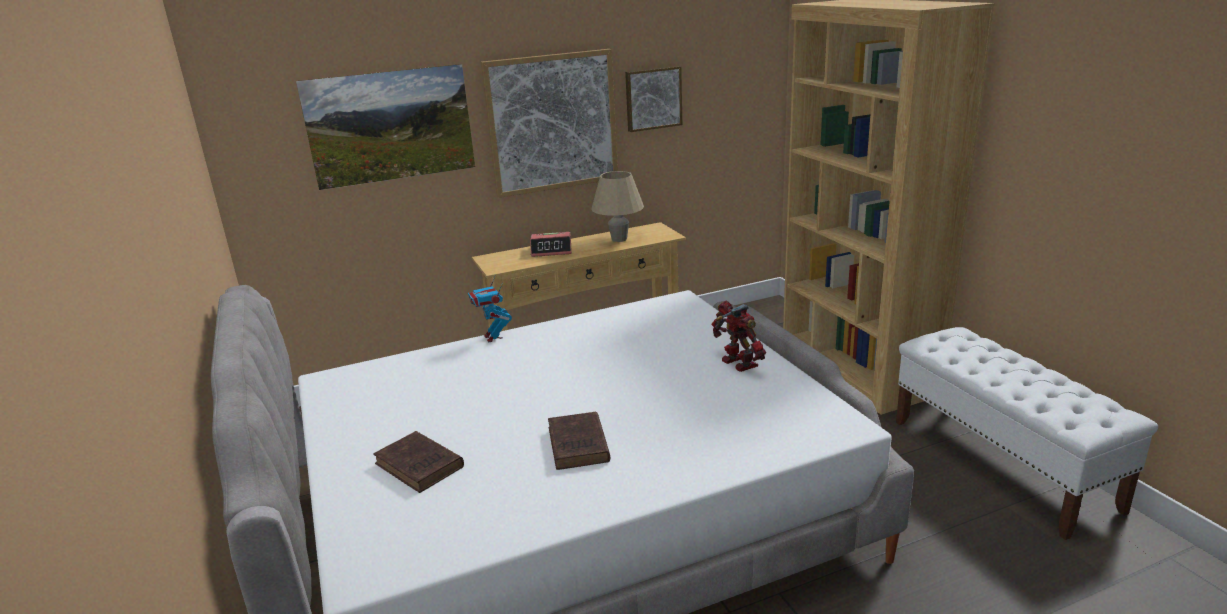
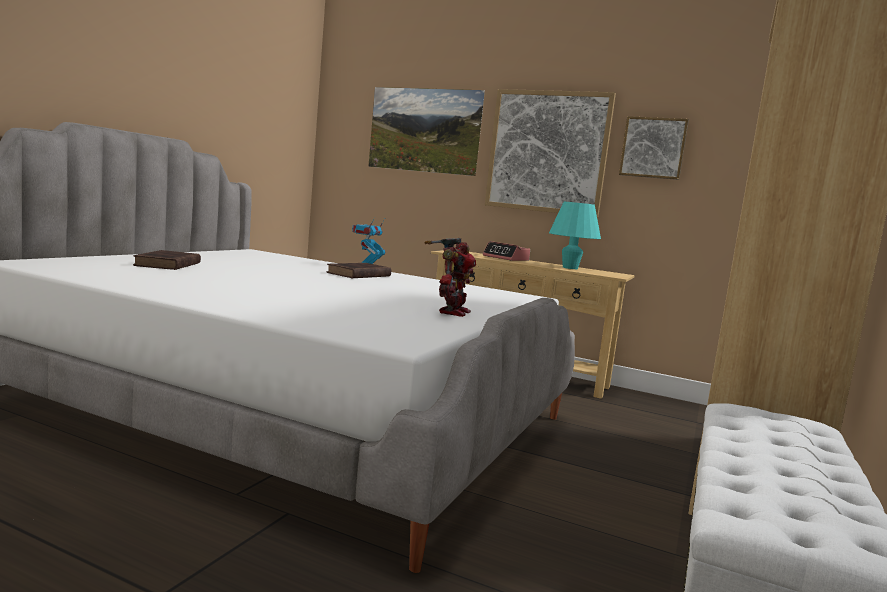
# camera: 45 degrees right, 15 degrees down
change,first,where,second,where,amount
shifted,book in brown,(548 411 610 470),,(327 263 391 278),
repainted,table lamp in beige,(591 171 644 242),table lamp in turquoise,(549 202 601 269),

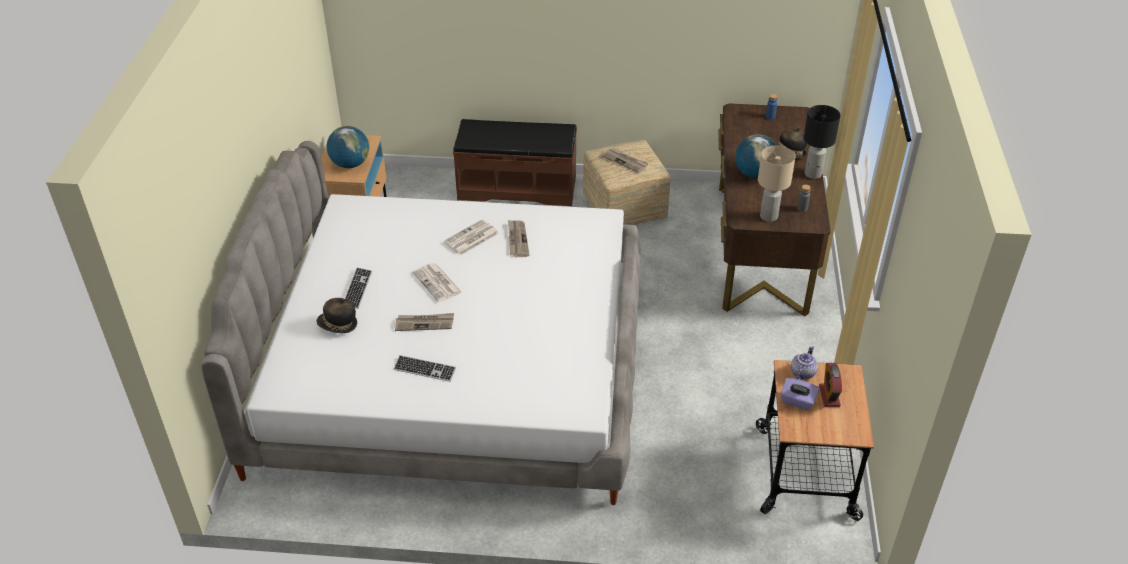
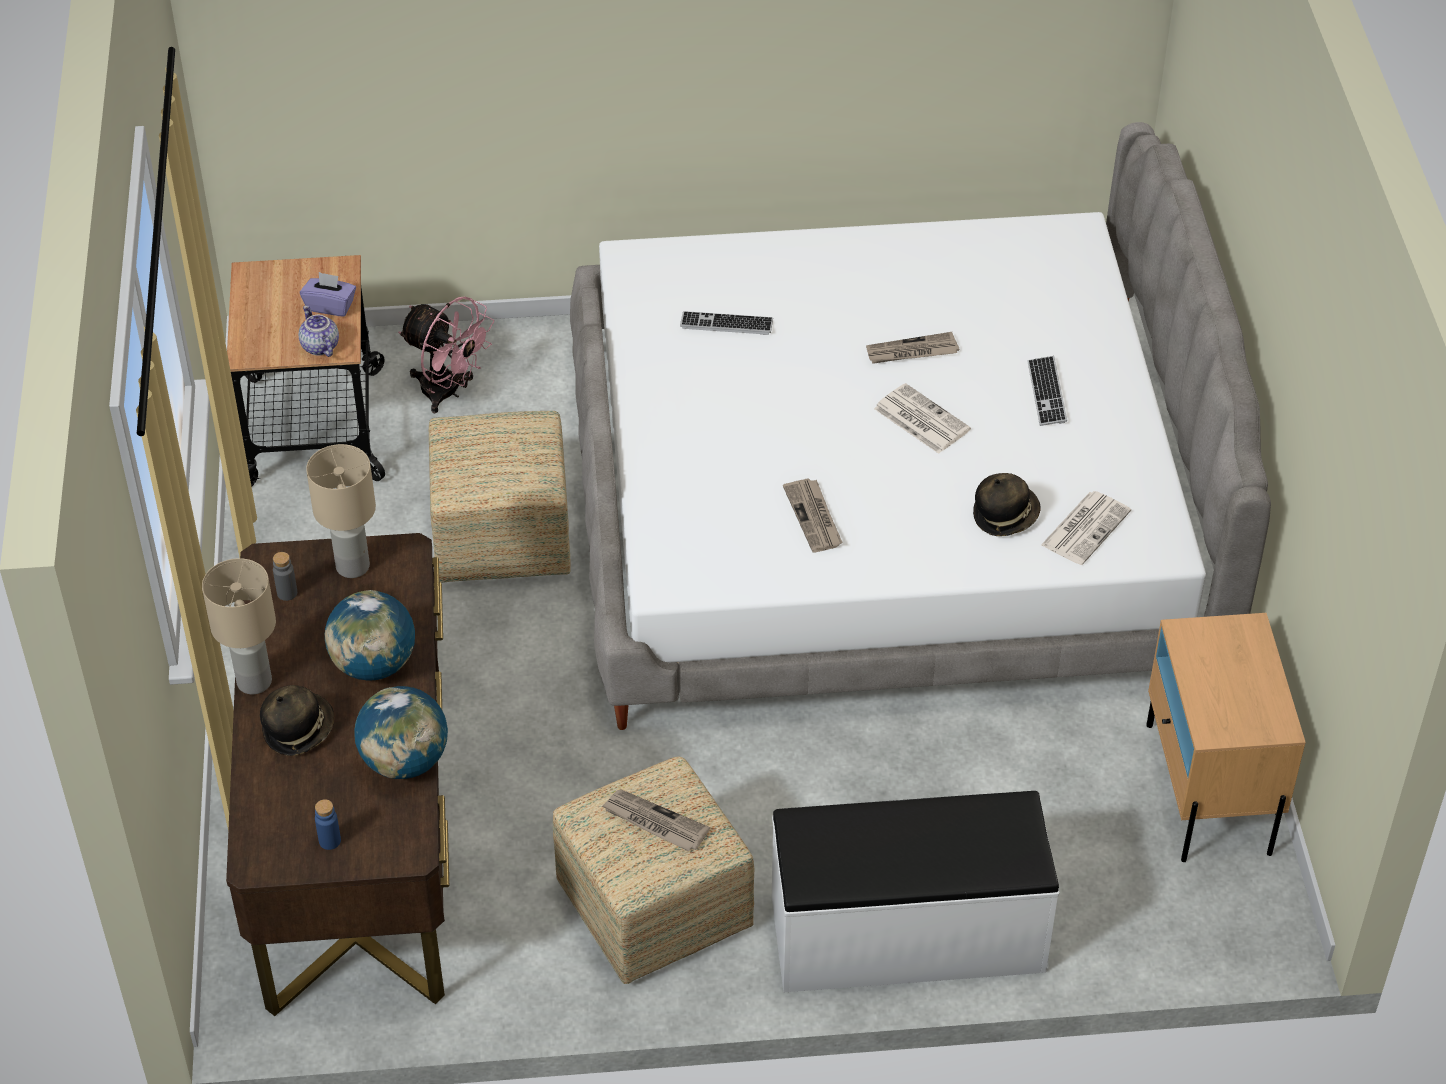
# camera: 170 degrees right, 5 degrees up
change,first,where,second,where,amount
gone,alarm clock,(819 363 842 407),,,
new,,,fan in pink,(398 297 494 413),
new,,,ottoman,(429 411 571 583),
shifted,hat,(317 298 357 333),,(973 473 1041 536),
shifted,globe,(327 126 369 168),,(354 686 448 779),
shifted,keyboard,(394 355 456 382),,(680 311 773 335),
shifted,newspaper,(444 219 499 256),,(1041 491 1131 565),
repainted,bench in brown,(453 119 577 206),bench in white,(772 791 1059 992),
repainted,table lamp in black,(804 105 841 179),table lamp in beige,(202 558 276 694),
rotated,teapot,(791 346 818 380),,(299 305 339 357),135 degrees clockwise

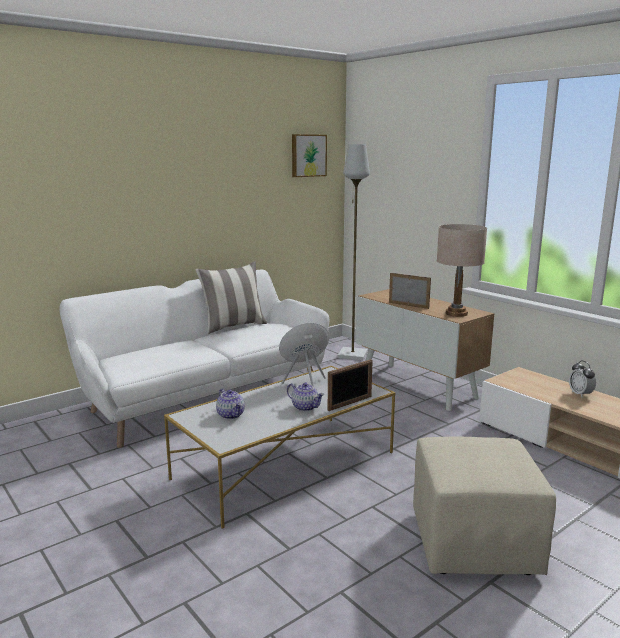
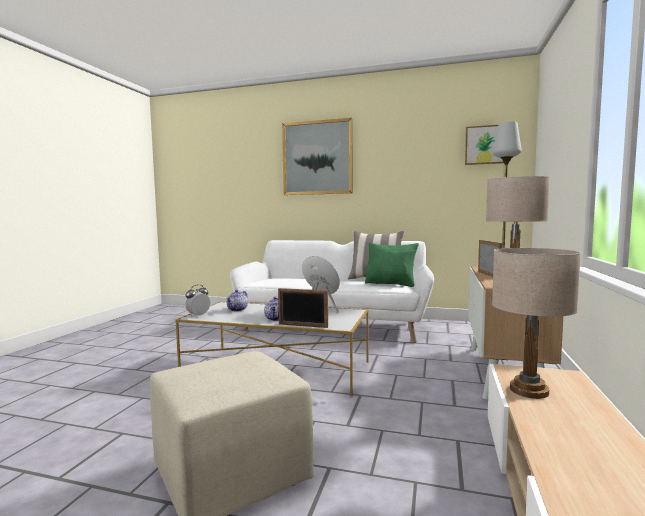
# camera: 55 degrees right, 10 degrees down
change,first,where,second,where,amount
new,,,picture,(282 118 353 195),
new,,,pillow in green,(365 242 419 287),
new,,,table lamp in beige,(492 248 581 399),
shifted,alarm clock,(569 361 596 397),,(185 284 210 317),

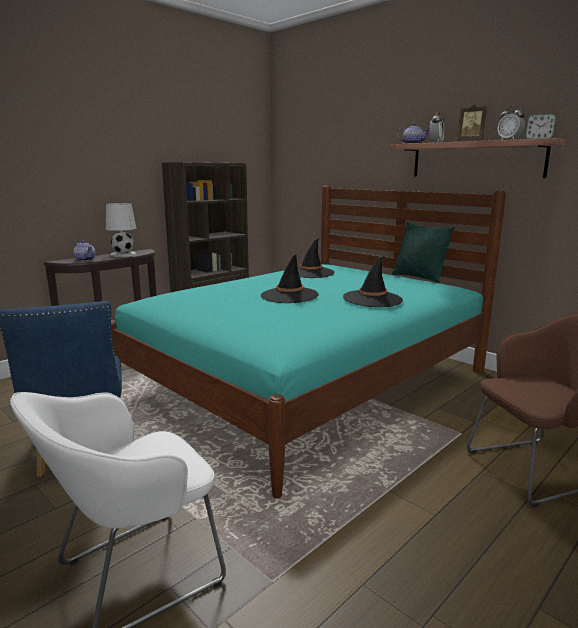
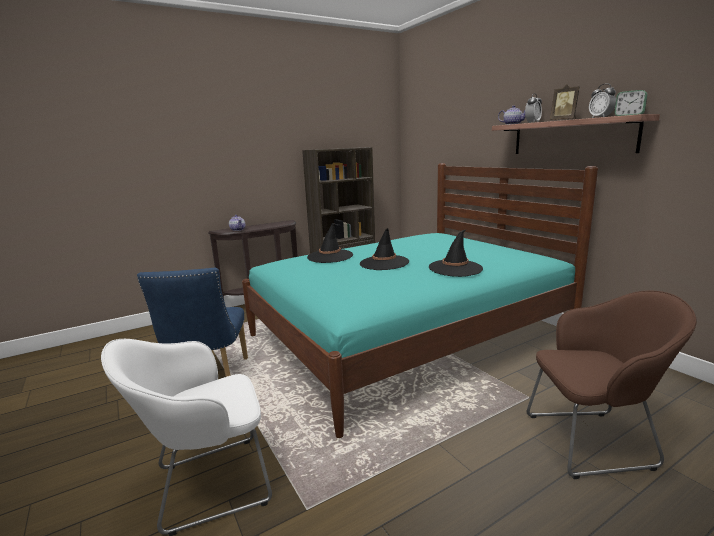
# camera: 15 degrees right, 0 degrees up
change,first,where,second,where,amount
gone,table lamp in white,(106 203 136 257),,,
gone,pillow in green,(392 222 455 283),,,
shifted,hat in black,(298 238 334 278),,(307 223 353 263),

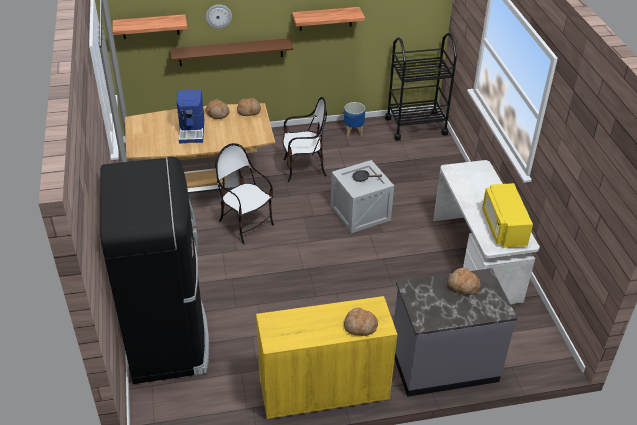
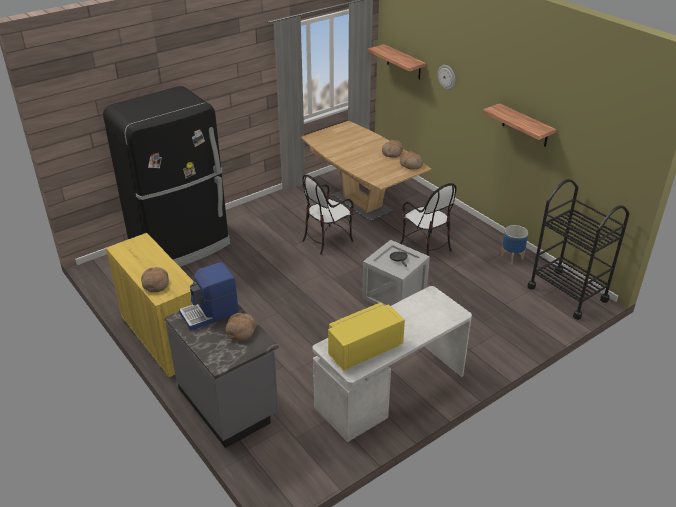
# camera: 65 degrees right, 5 degrees down
change,first,where,second,where,amount
gone,shelf in brown,(170 38 293 66),,,
shifted,coffee machine,(176 90 204 143),,(179 262 239 331),
rotated,chair,(215 143 274 244),,(302 174 354 254),150 degrees counterclockwise

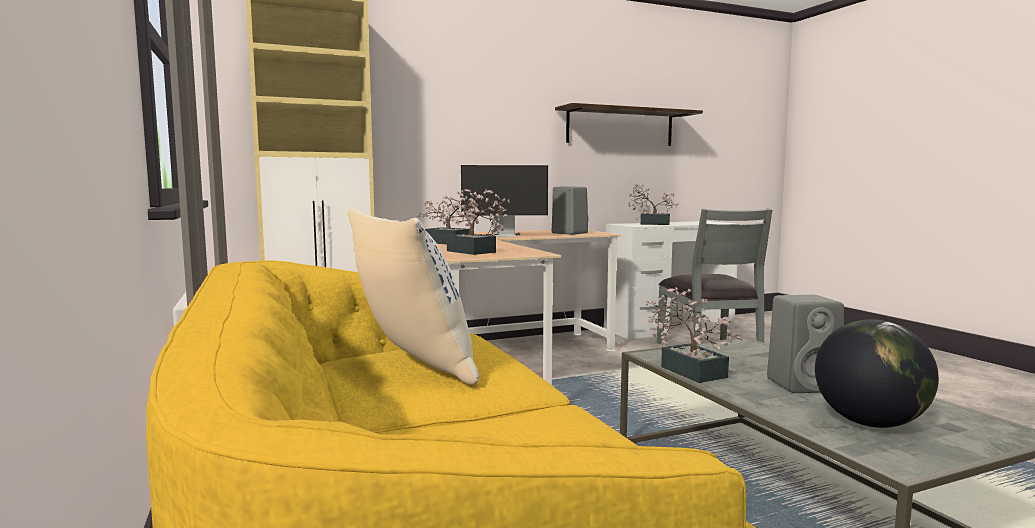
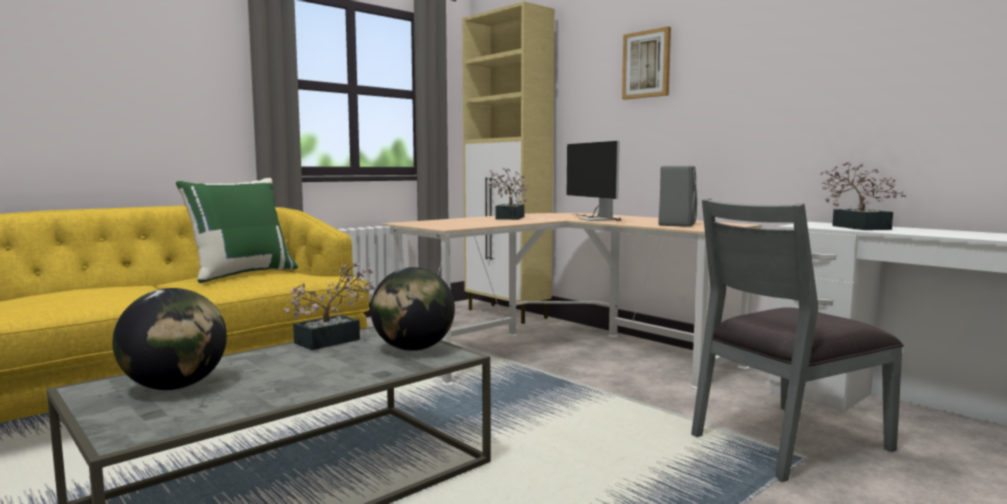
# camera: 70 degrees right, 0 degrees up
change,first,where,second,where,amount
gone,potted plant,(438 189 510 255),,,
gone,shelf,(555 103 703 146),,,
gone,speaker in grey,(767 295 844 393),,,
new,,,globe,(371 267 455 351),
new,,,picture,(622 26 671 100),
repainted,pillow in white,(348 208 479 385),pillow in green,(176 178 298 283),

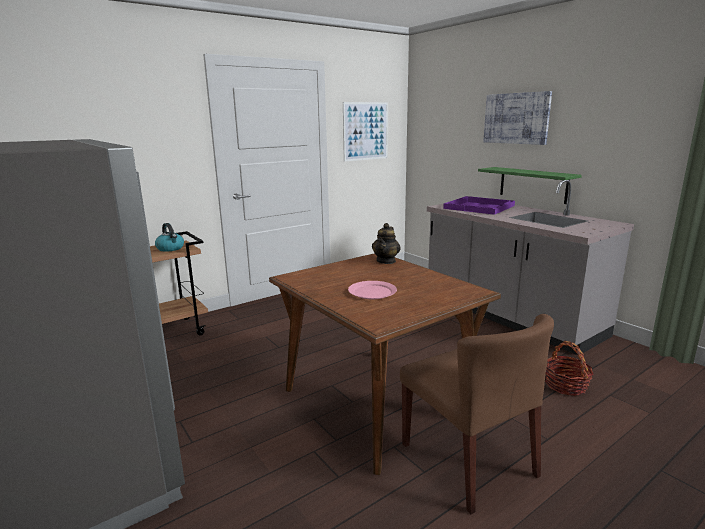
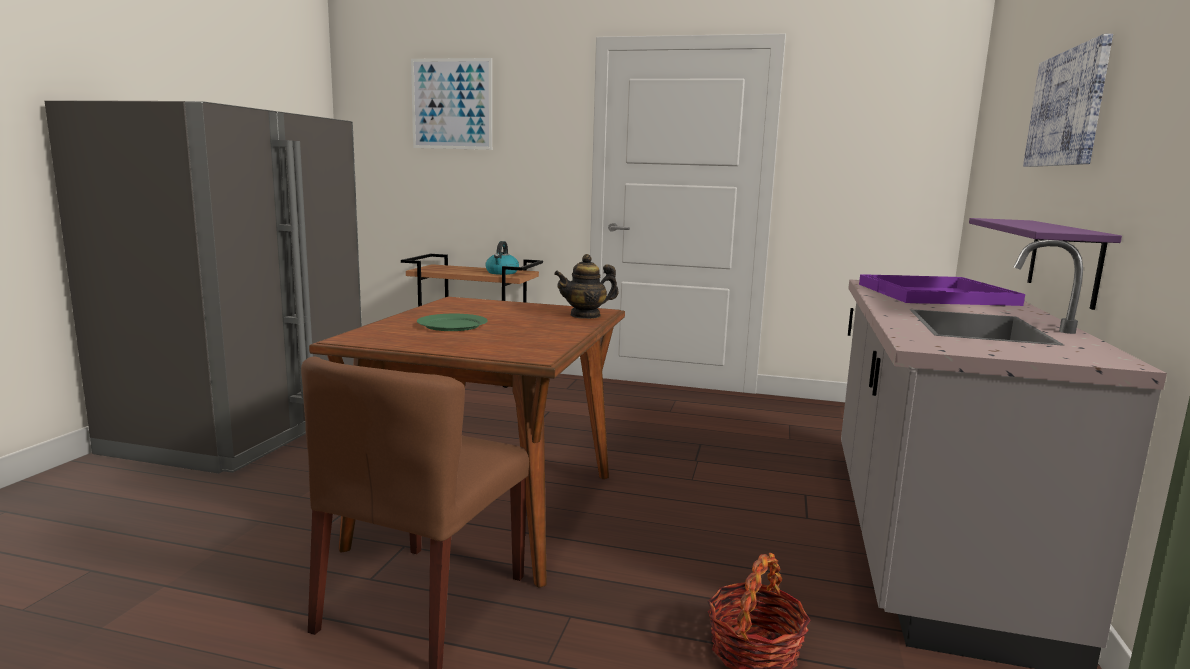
# camera: 50 degrees right, 5 degrees down
change,first,where,second,where,amount
shifted,picture,(343 102 388 162),,(411 58 492 150),
repainted,plate in pink,(348 281 397 299),plate in green,(417 314 487 331),
repainted,shelf in green,(478 167 582 204),shelf in purple,(969 218 1122 310),

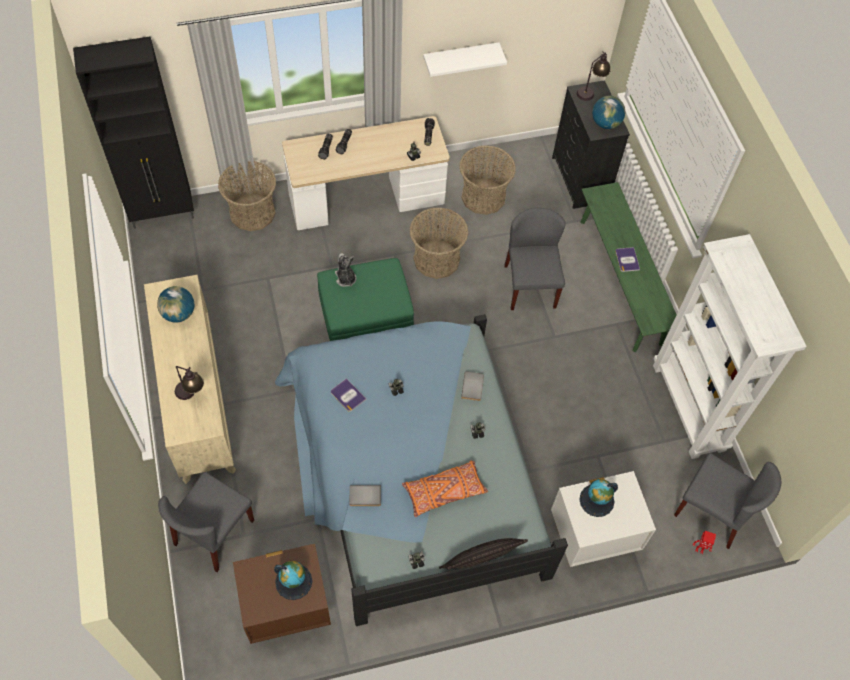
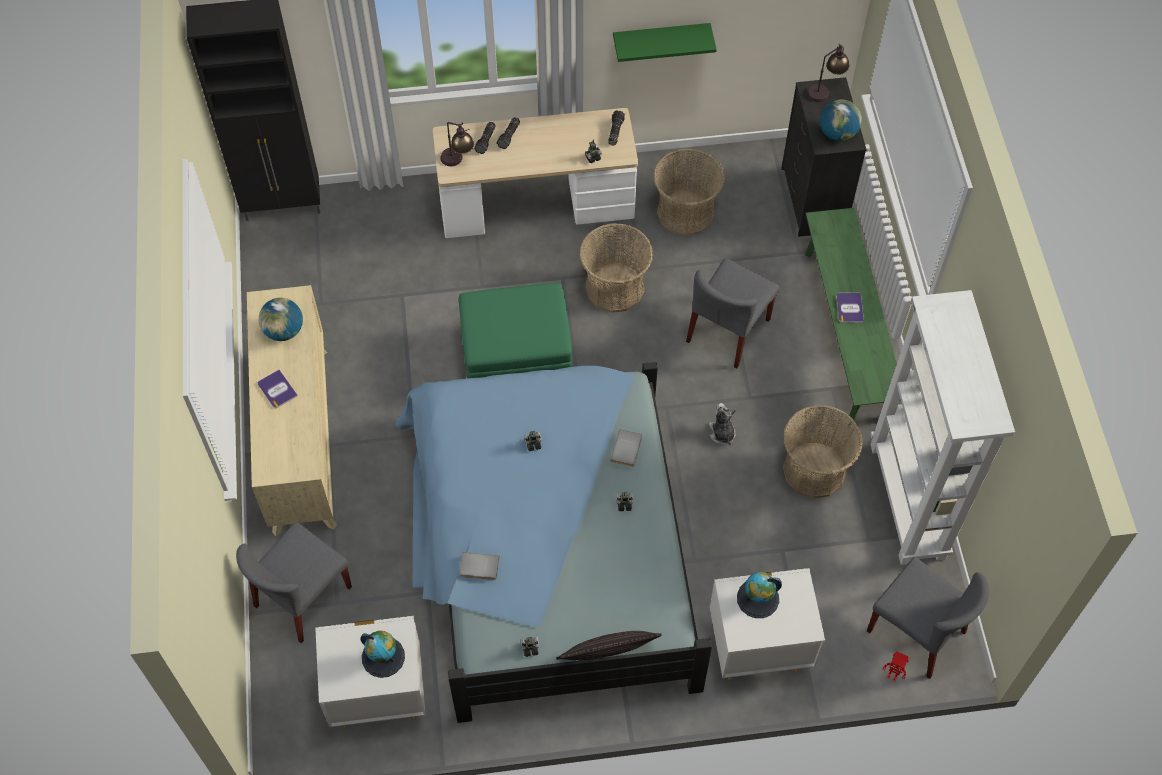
# camera: 10 degrees right, 0 degrees up
change,first,where,second,where,amount
gone,pillow in orange,(402 461 488 517),,,
shifted,table lamp,(175 366 204 400),,(440 122 474 166),
shifted,basket,(218 161 276 231),,(783 405 863 498),
shifted,book,(331 378 366 412),,(258 370 298 408),
shifted,plush toy,(335 253 357 287),,(709 403 736 445),
repainted,nightstand in brown,(233 543 331 644),nightstand in white,(315 616 426 728),
repainted,shelf in white,(423 42 507 77),shelf in green,(613 23 717 62),
rotated,chair in grey,(504 208 566 310),,(686 258 779 369),150 degrees counterclockwise

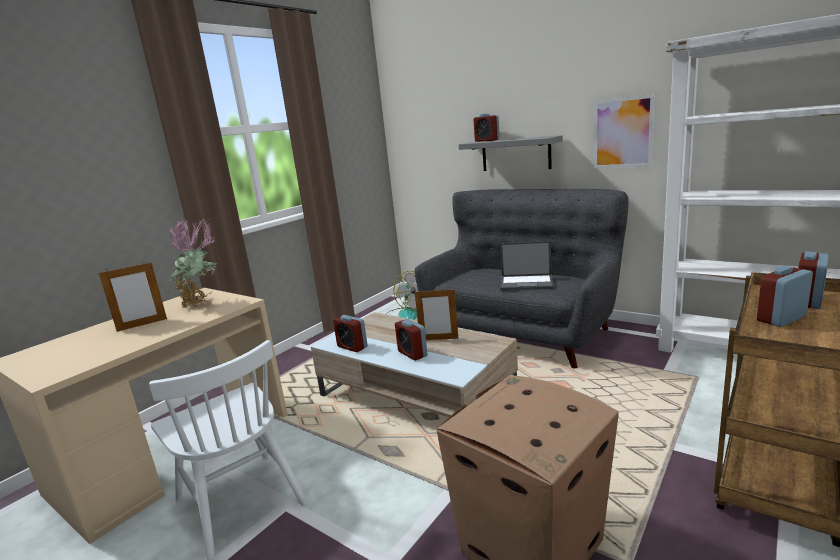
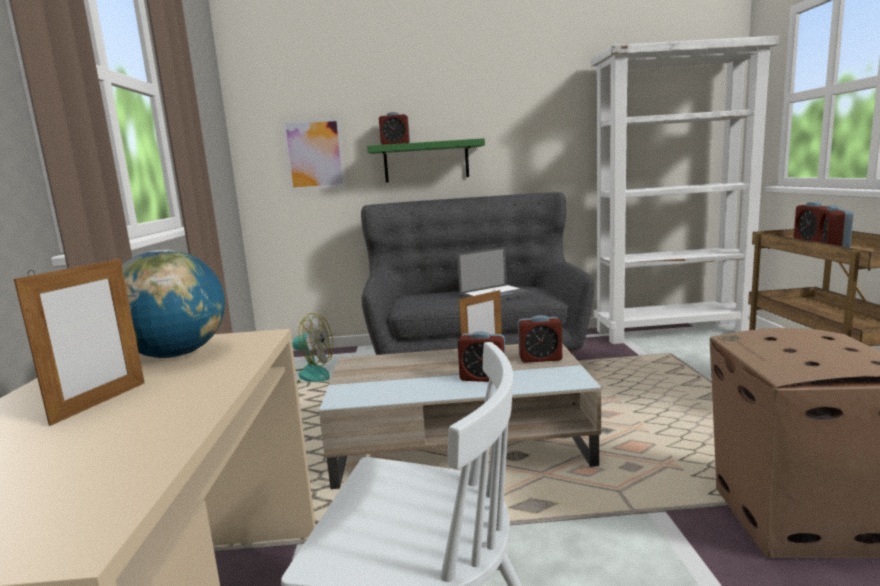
# camera: 40 degrees left, 5 degrees down
change,first,where,second,where,amount
shifted,alarm clock,(333 315 368 352),,(518 315 562 363),
shifted,picture,(594 94 655 168),,(282 118 346 191),
swapped,potted plant,(169 218 217 309),globe,(122 250 225 358),
repainted,shelf in grey,(459 135 563 171),shelf in green,(367 138 485 182),

